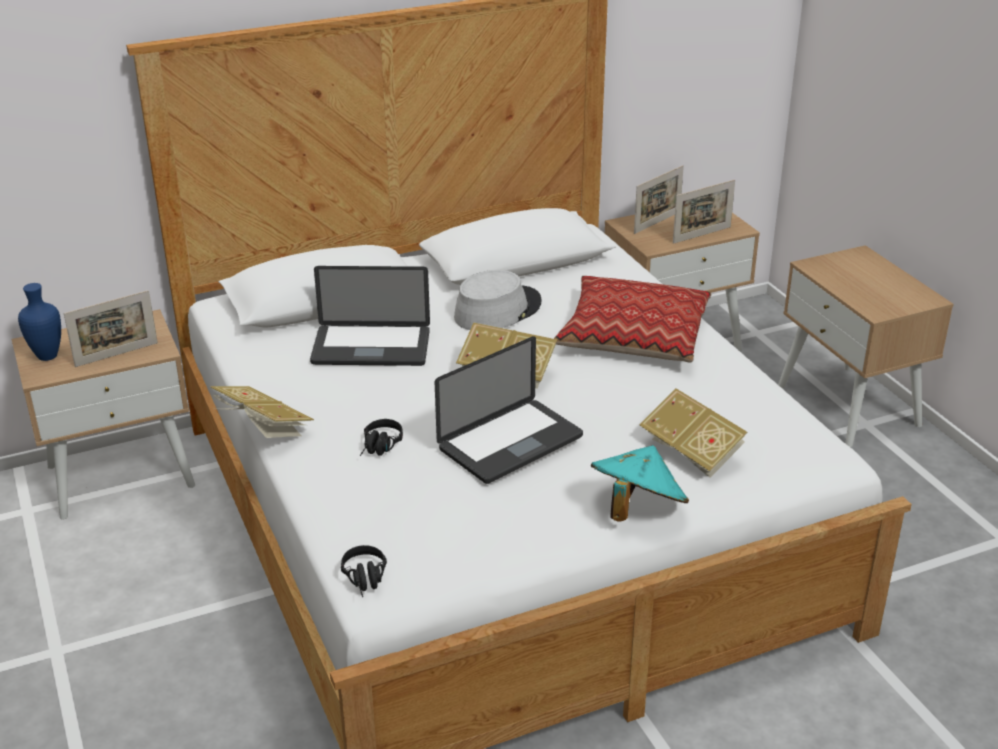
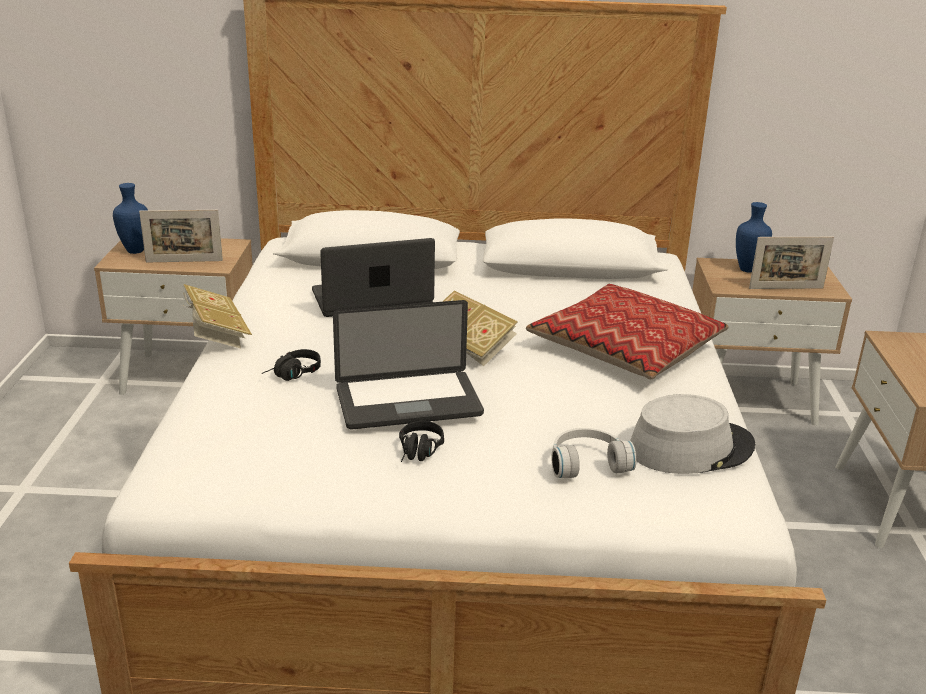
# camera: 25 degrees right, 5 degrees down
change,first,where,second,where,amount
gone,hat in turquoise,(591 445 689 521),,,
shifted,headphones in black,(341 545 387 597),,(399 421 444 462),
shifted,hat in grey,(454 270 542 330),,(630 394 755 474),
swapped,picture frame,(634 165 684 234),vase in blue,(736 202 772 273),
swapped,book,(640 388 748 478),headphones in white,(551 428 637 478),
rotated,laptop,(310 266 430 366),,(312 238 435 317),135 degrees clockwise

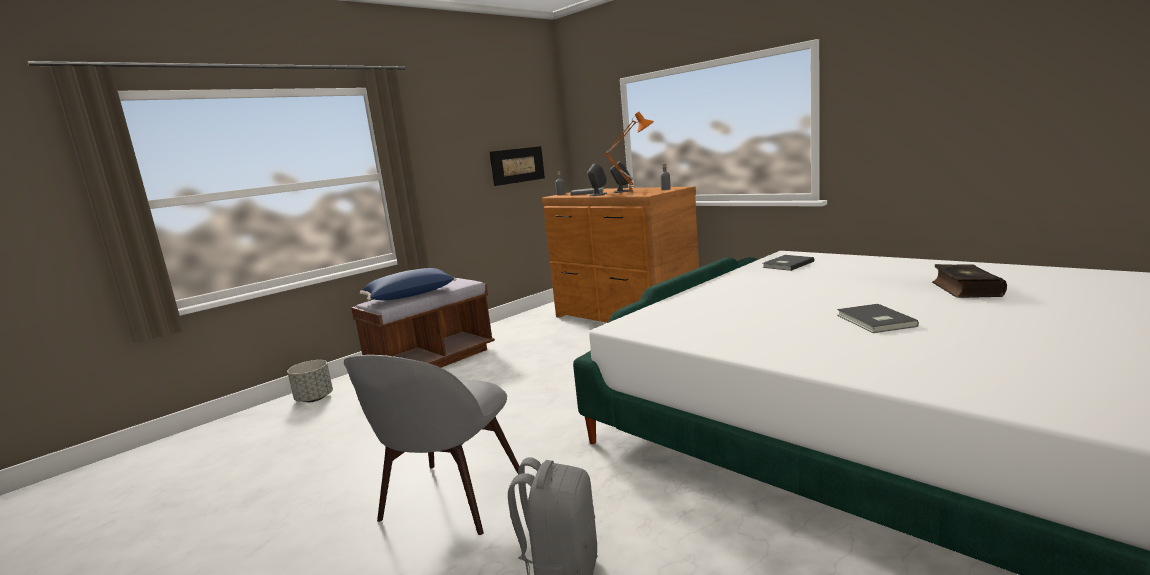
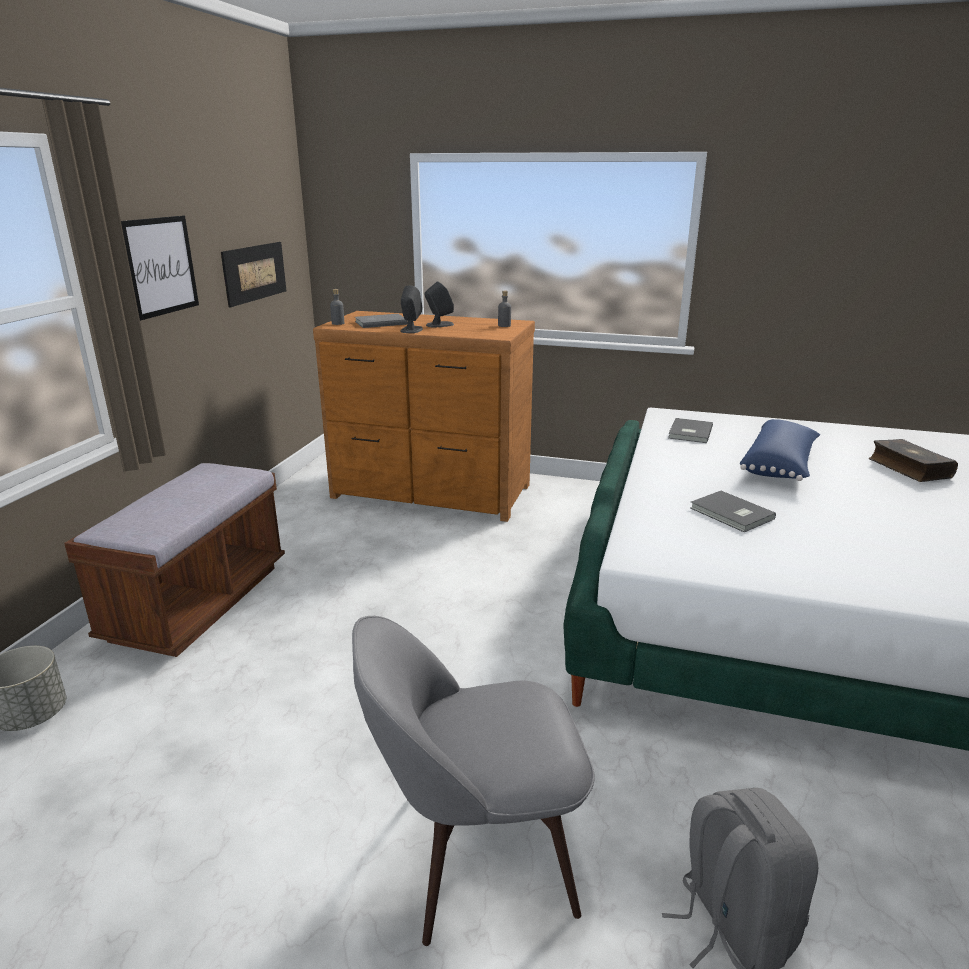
# camera: 30 degrees left, 10 degrees up
change,first,where,second,where,amount
gone,table lamp in orange,(604 112 654 192),,,
new,,,picture,(121 216 199 321),
shifted,pillow in blue,(360 268 456 300),,(740 419 820 481),
shifted,book in grey,(837 304 919 333),,(690 491 776 532),
rotated,chair in grey,(344 355 520 535),,(352 616 595 946),90 degrees clockwise

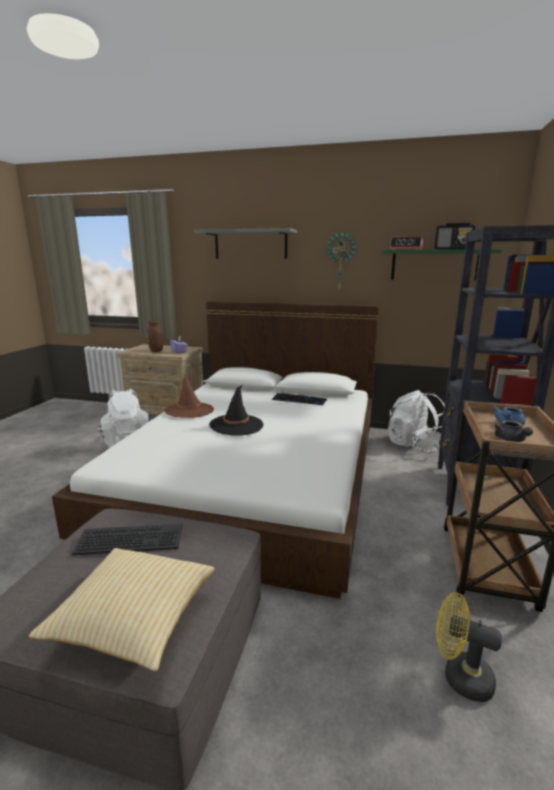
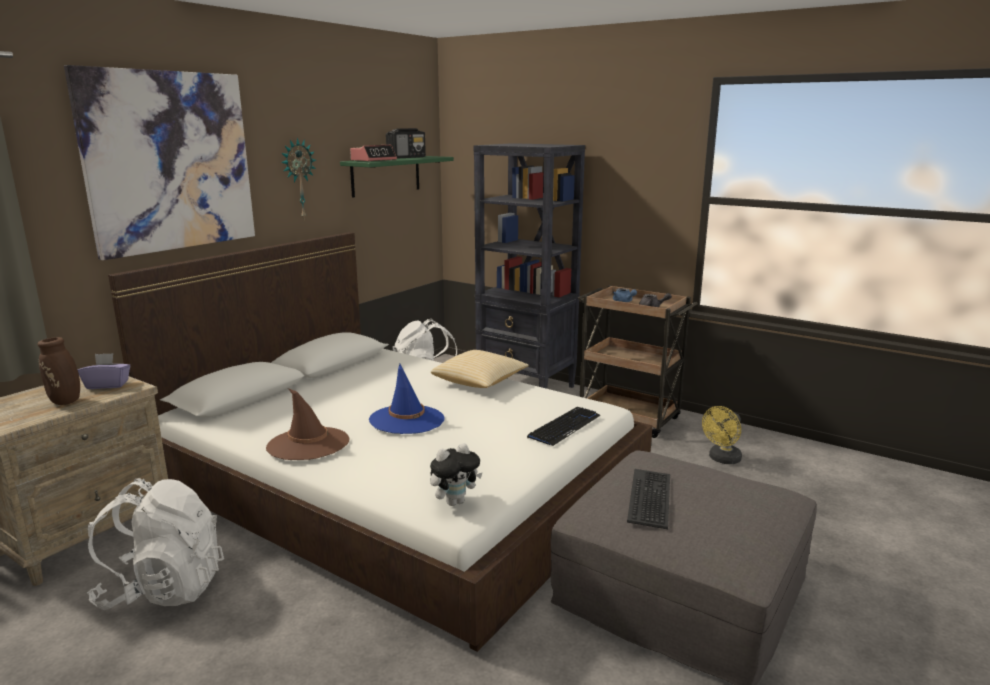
# camera: 70 degrees left, 0 degrees up
change,first,where,second,where,amount
new,,,plush toy,(430 443 483 506),
shifted,pillow,(29 548 214 672),,(431 350 529 388),
shifted,keyboard,(272 393 327 405),,(527 407 601 446),
swapped,shelf in grey,(194 228 297 259),picture,(64 65 255 260),
repainted,hat in black,(209 385 263 435),hat in blue,(369 364 445 434),

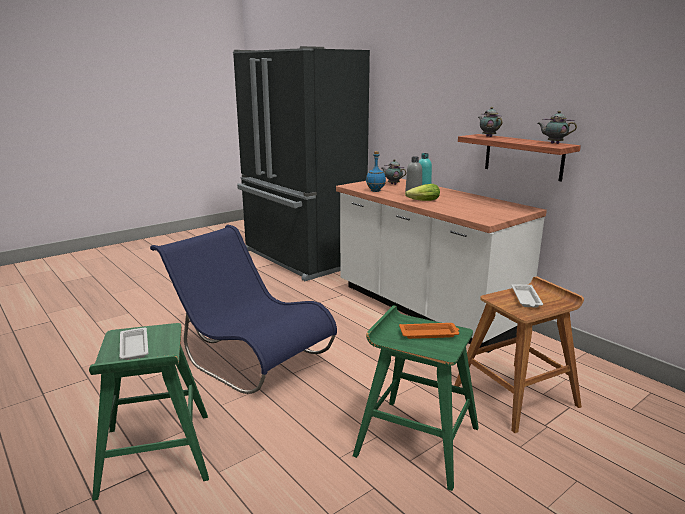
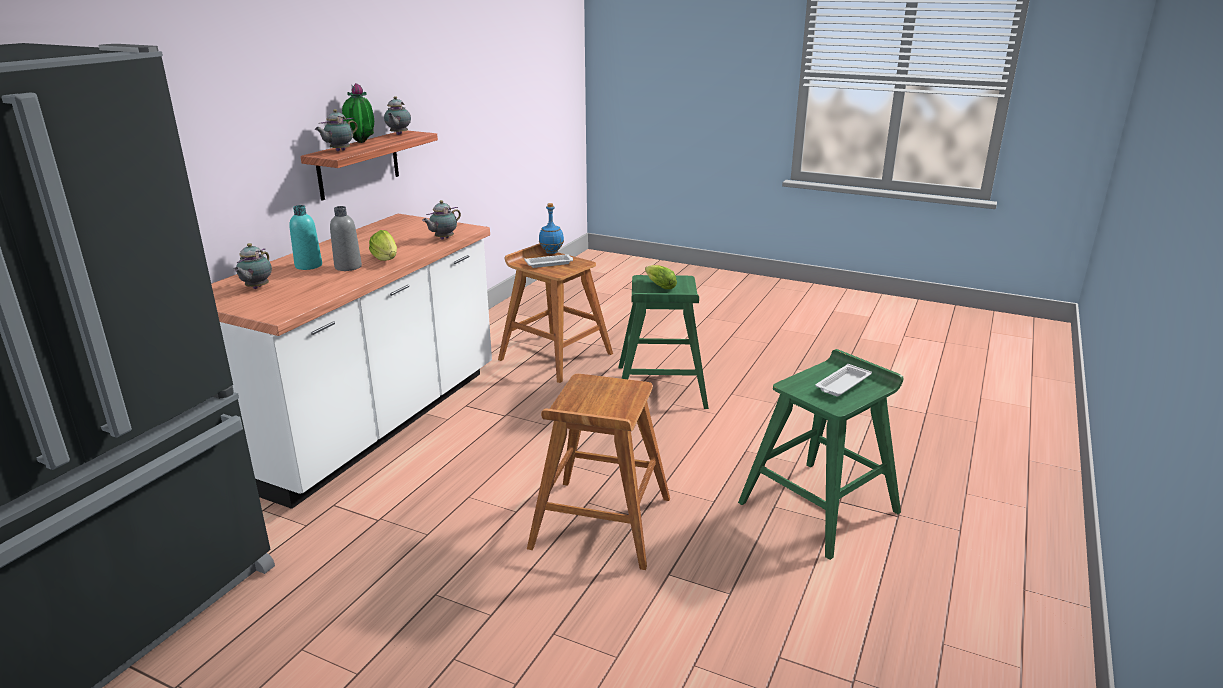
# camera: 115 degrees left, 5 degrees up
change,first,where,second,where,amount
new,,,potted plant,(342 83 374 143),
new,,,teapot,(422 200 461 240),
shifted,bottle in blue,(366 151 386 192),,(539 203 564 254),
swapped,chair in blue,(150 225 337 394),stool in brown,(527 374 670 570),
swapped,tray in orange,(399 323 459 339),lettuce,(645 265 677 289),

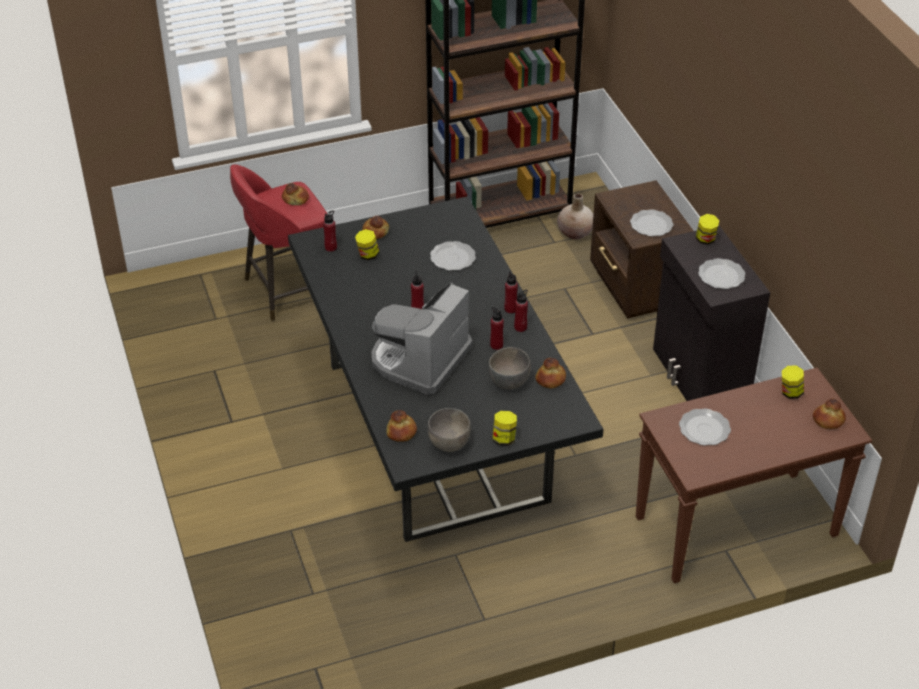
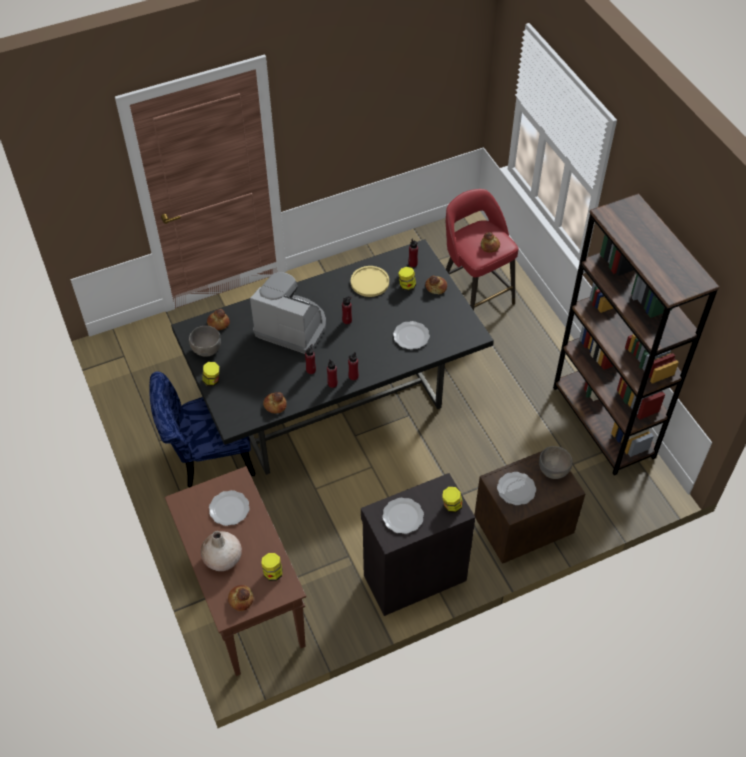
# camera: 85 degrees right, 10 degrees up
change,first,where,second,where,amount
new,,,chair in blue,(150 371 255 488),
new,,,plate in yellow,(351 266 389 297),
shifted,bowl in grey,(489 347 531 389),,(539 446 573 479),
shifted,vase in beige,(557 194 594 239),,(201 531 242 571),

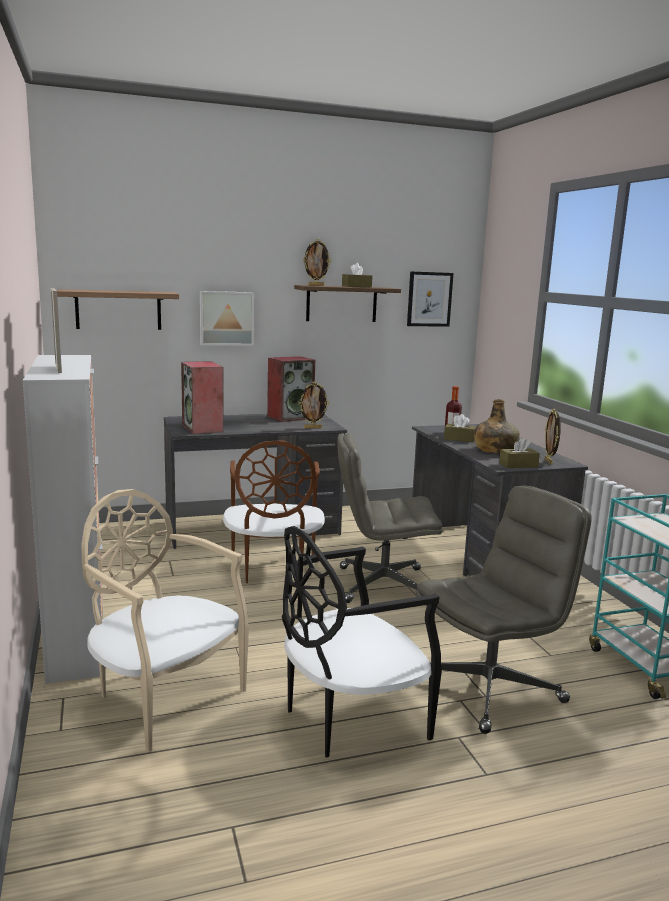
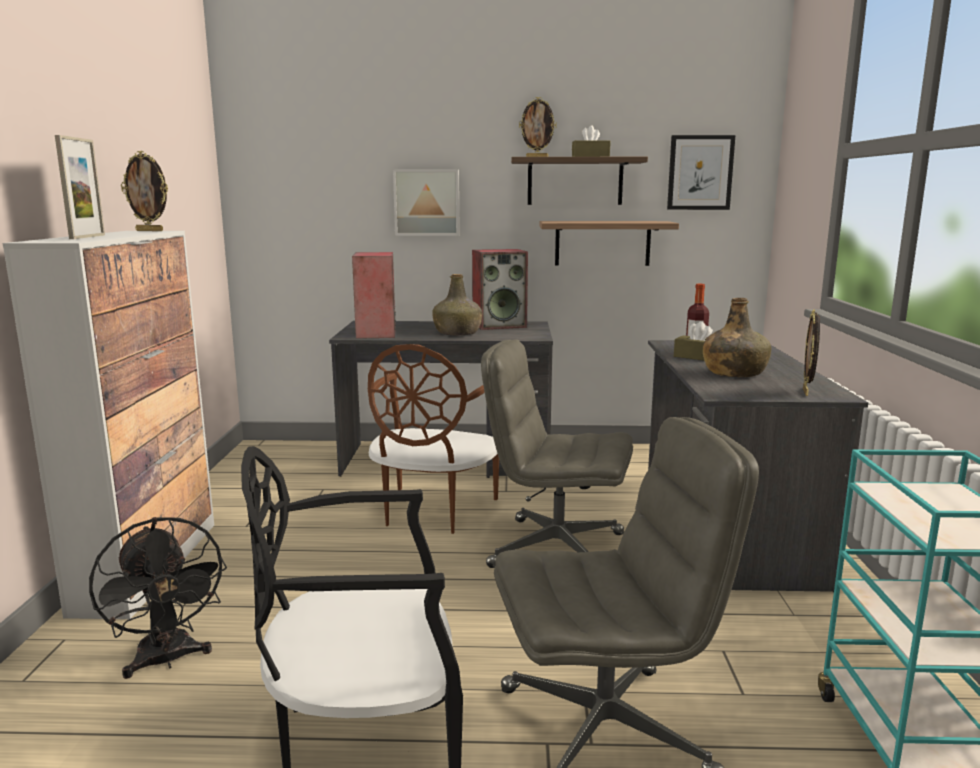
# camera: 20 degrees right, 0 degrees up
change,first,where,second,where,amount
gone,tissue box in brown,(499 437 540 468),,,
new,,,bottle in green,(432 274 482 335),
shifted,shelf,(57 289 179 330),,(539 221 679 266),
shifted,picture frame,(299 382 329 428),,(121 151 168 231),
swapped,chair in beige,(82 489 249 752),fan in black,(89 517 227 679),

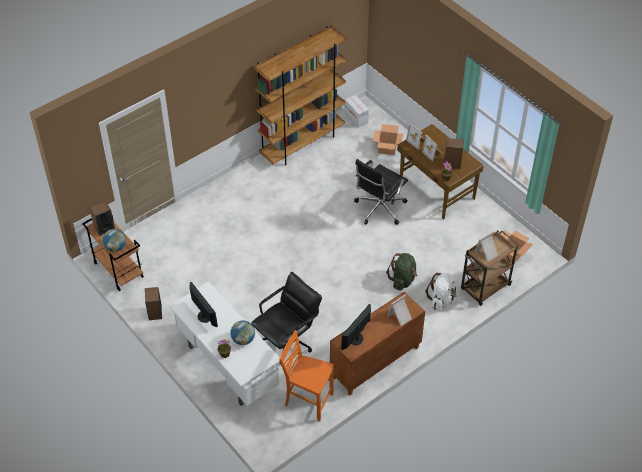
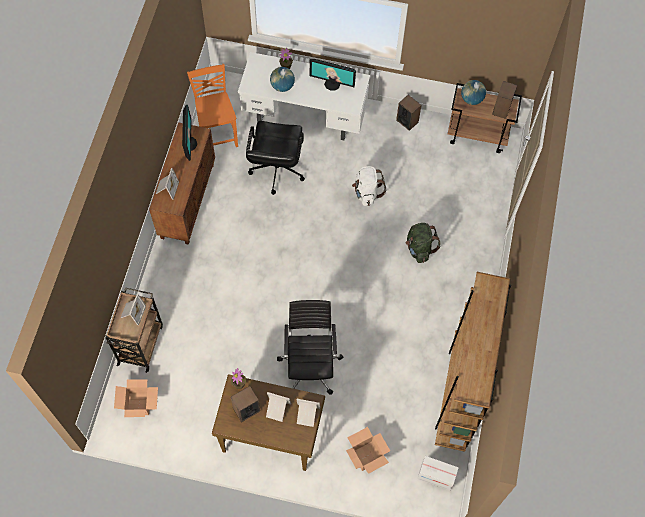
# camera: 140 degrees right, 15 degrees up
change,first,where,second,where,amount
shifted,backpack in green,(386 253 417 291),,(406 223 441 263),
shifted,backpack in white,(425 273 457 311),,(352 166 386 206),
rotated,chair in orange,(279 330 334 421),,(187 64 238 147),90 degrees counterclockwise

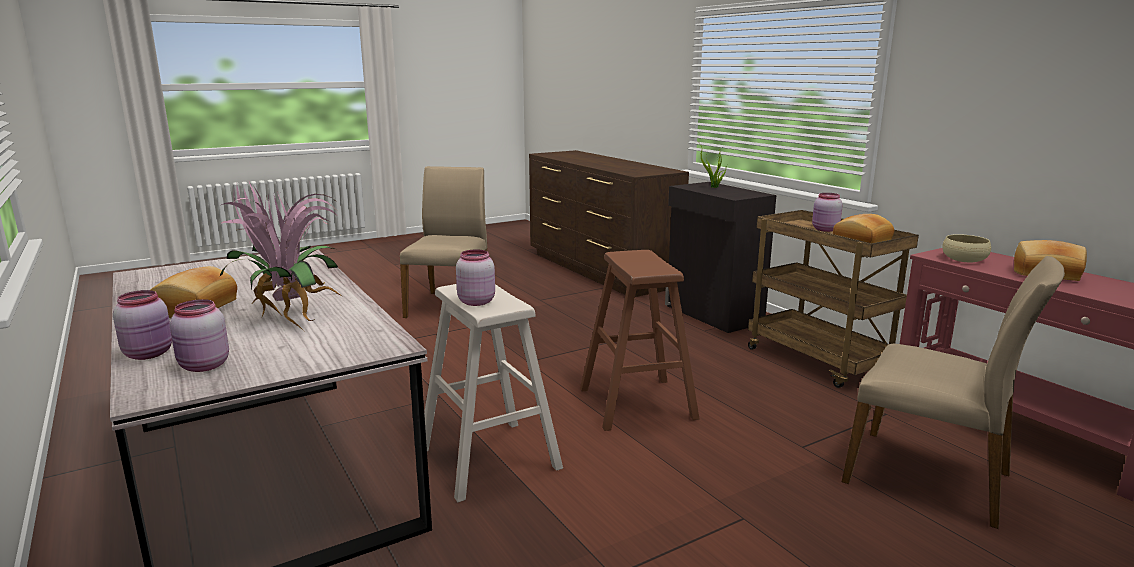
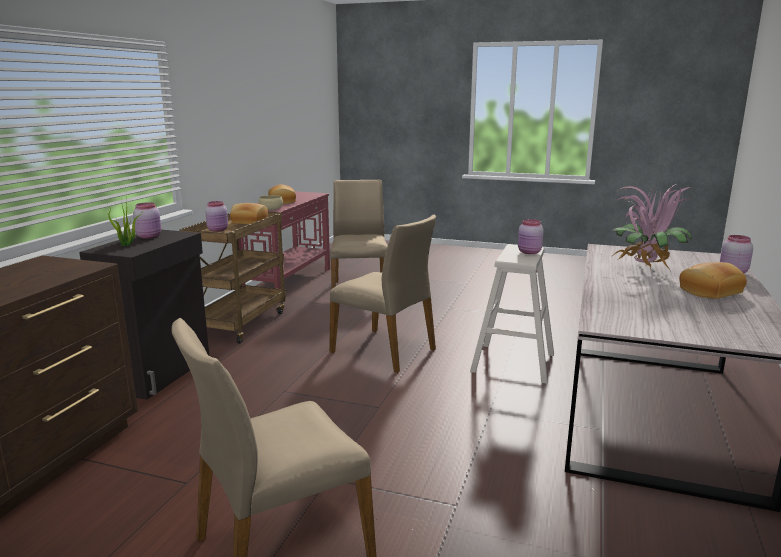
# camera: 130 degrees left, 0 degrees up
change,first,where,second,where,amount
shifted,jar in pink,(170 299 229 372),,(133 202 161 239),
swapped,stool in brown,(580 250 700 431),chair in beige,(329 215 436 373),

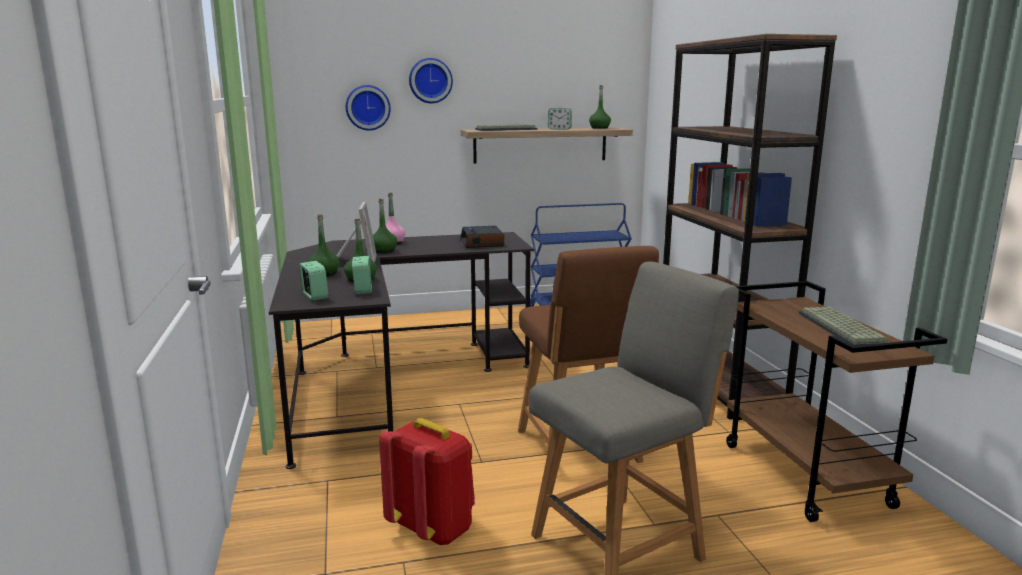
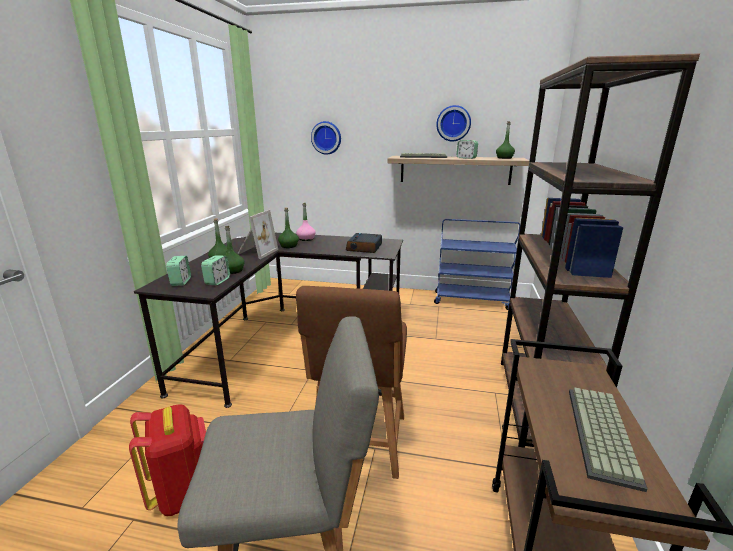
# camera: 25 degrees right, 5 degrees up
change,first,where,second,where,amount
shifted,wall clock,(409 58 453 103),,(436 105 471 142),

